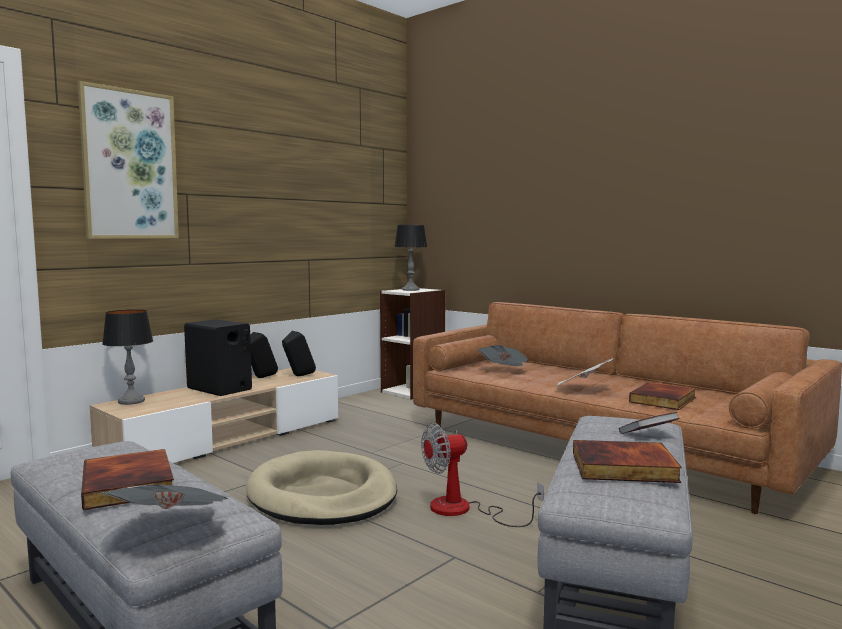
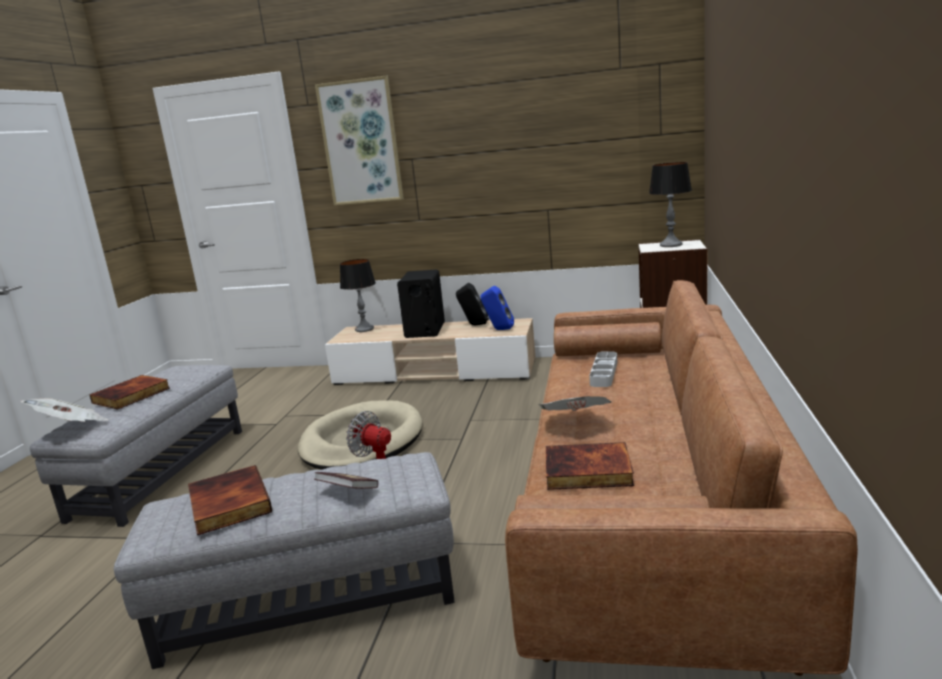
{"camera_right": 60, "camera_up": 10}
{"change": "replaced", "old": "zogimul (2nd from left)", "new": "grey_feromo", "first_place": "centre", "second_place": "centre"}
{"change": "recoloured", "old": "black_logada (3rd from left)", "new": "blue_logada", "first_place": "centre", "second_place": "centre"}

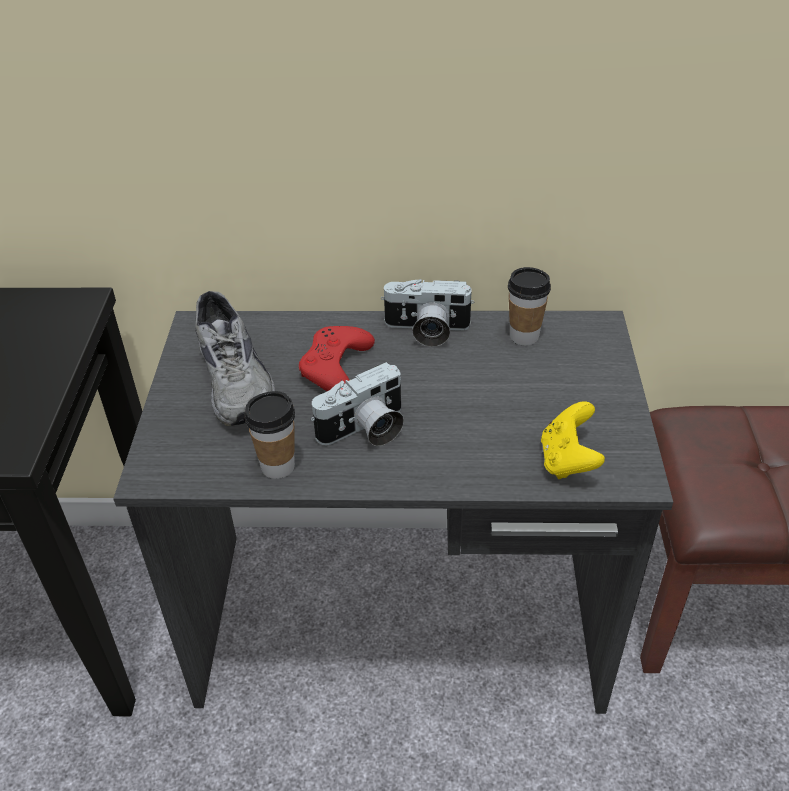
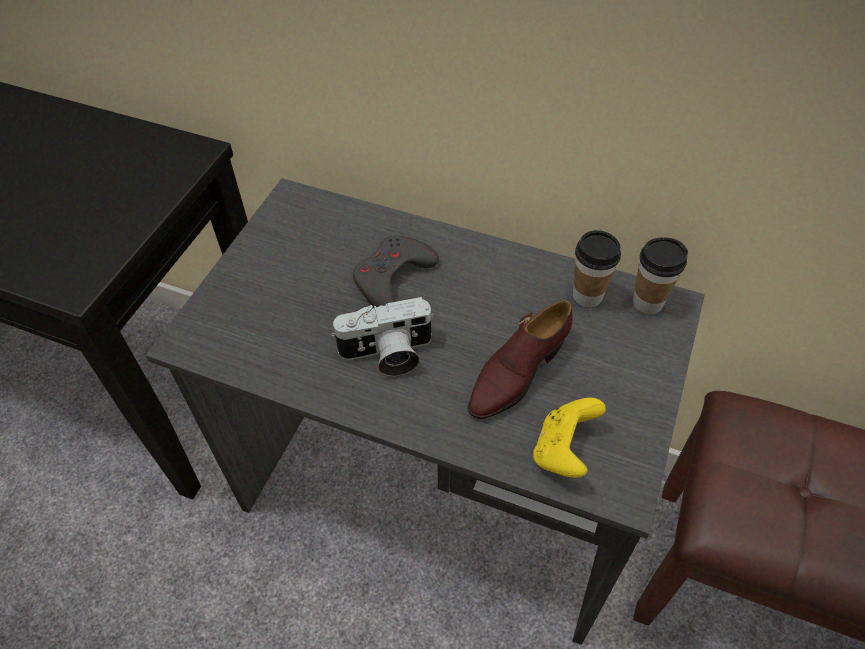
{"camera_right": 20, "camera_up": 10}
{"change": "removed", "old": "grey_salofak", "first_place": "middle left"}
{"change": "removed", "old": "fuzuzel (2nd from left)", "first_place": "centre"}
{"change": "added", "new": "brown_salofak", "second_place": "centre"}
{"change": "moved", "old": "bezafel (1st from left in the first image)", "new": "bezafel (2nd from left)", "first_place": "centre", "second_place": "middle right"}
{"change": "recoloured", "old": "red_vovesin", "new": "grey_vovesin", "first_place": "centre", "second_place": "centre"}

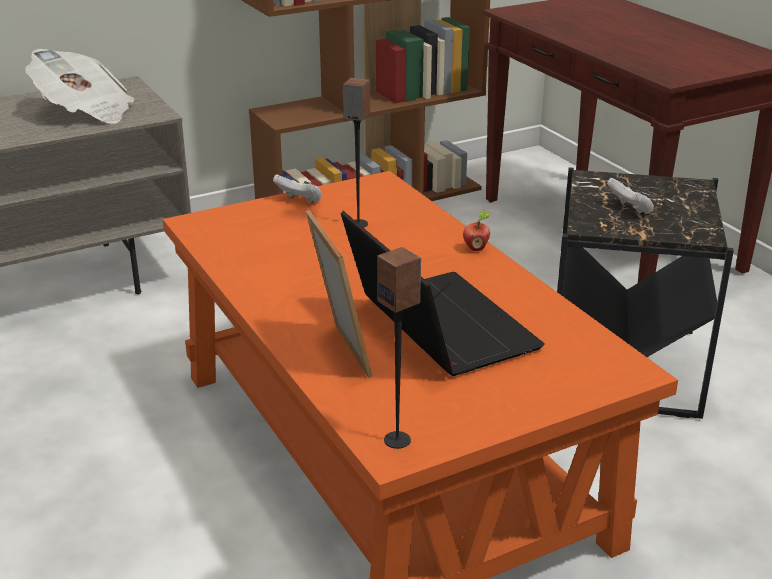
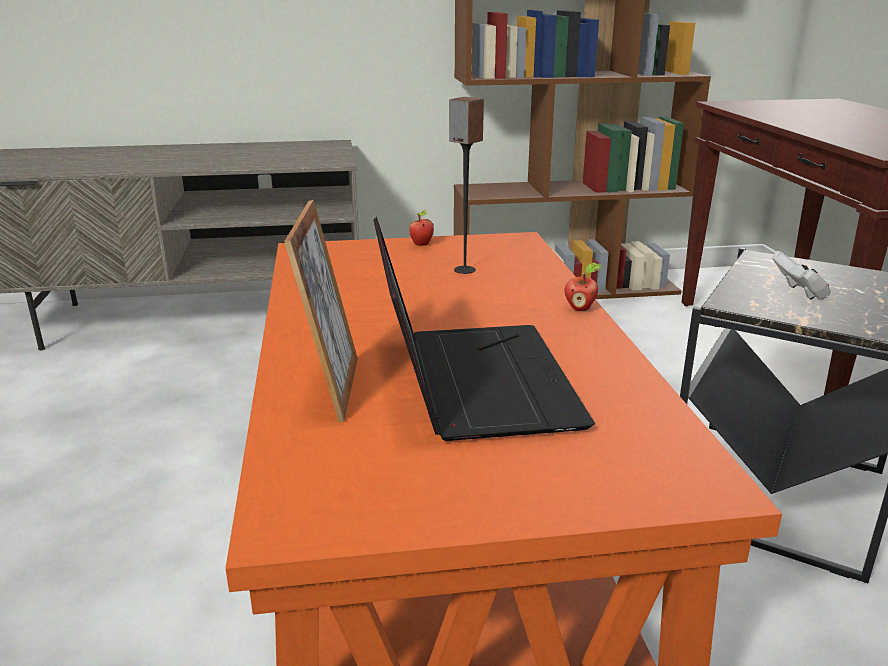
{"camera_right": 20, "camera_up": -5}
{"change": "removed", "old": "zogimul", "first_place": "top left"}
{"change": "removed", "old": "logada (2nd from left)", "first_place": "centre"}
{"change": "replaced", "old": "white_vovesin (1st from left)", "new": "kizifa (1st from left)", "first_place": "top centre", "second_place": "centre"}

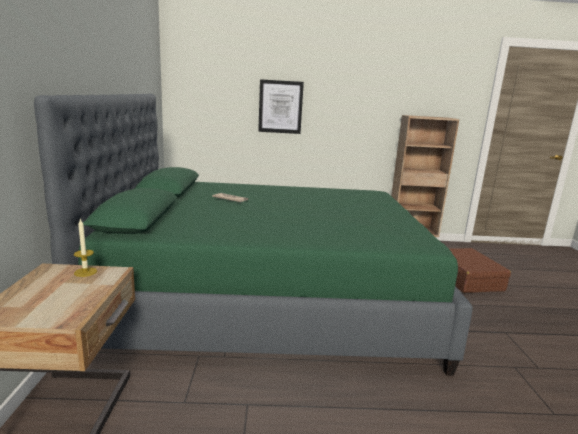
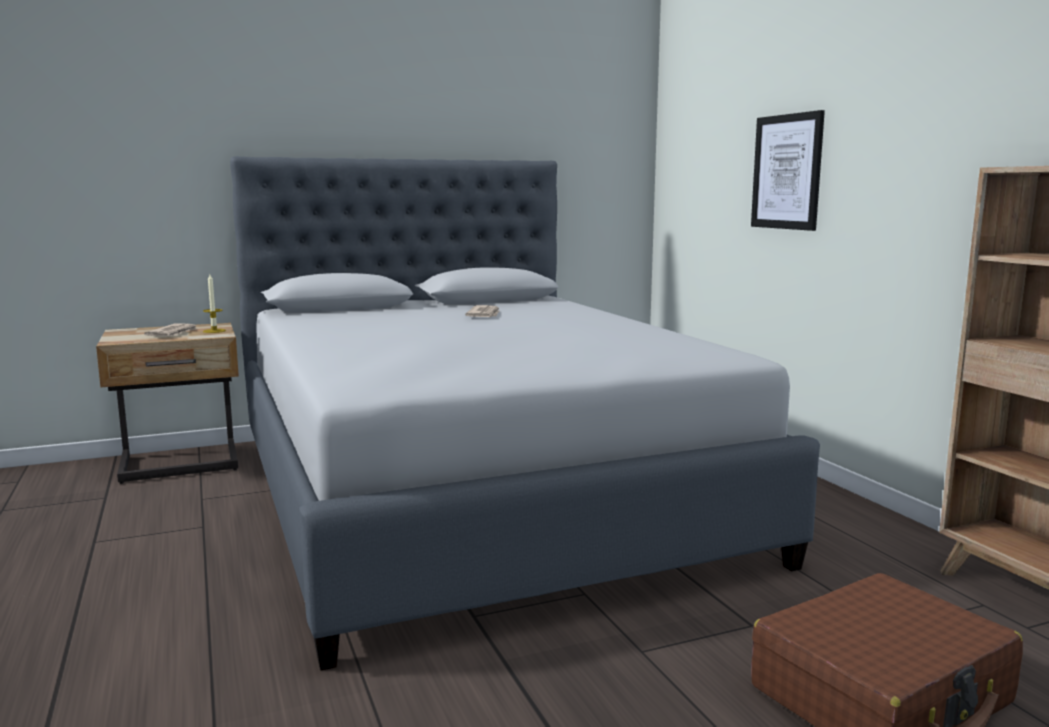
{"camera_right": 70, "camera_up": -5}
{"change": "added", "new": "zogimul (1st from left)", "second_place": "middle left"}
{"change": "recoloured", "old": "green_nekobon", "new": "grey_nekobon", "first_place": "centre", "second_place": "centre"}

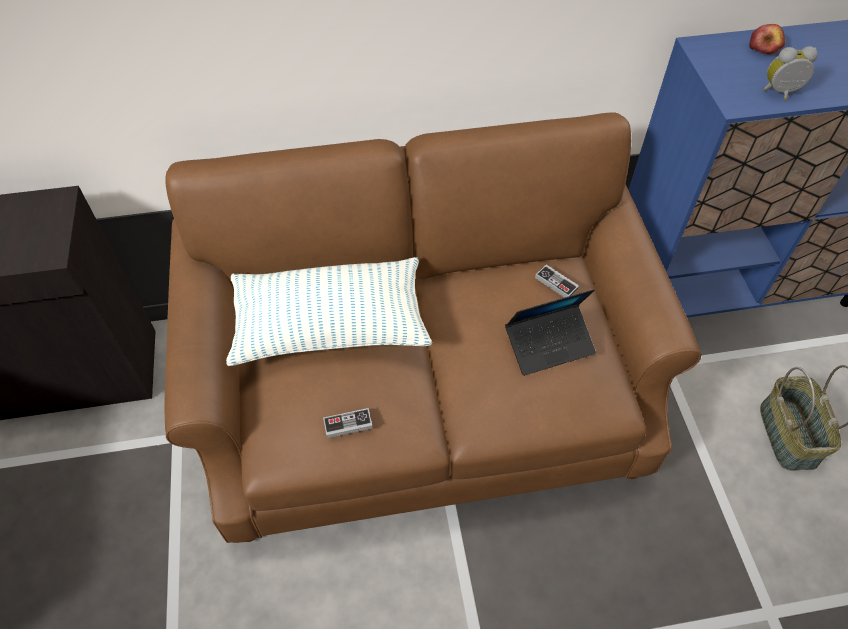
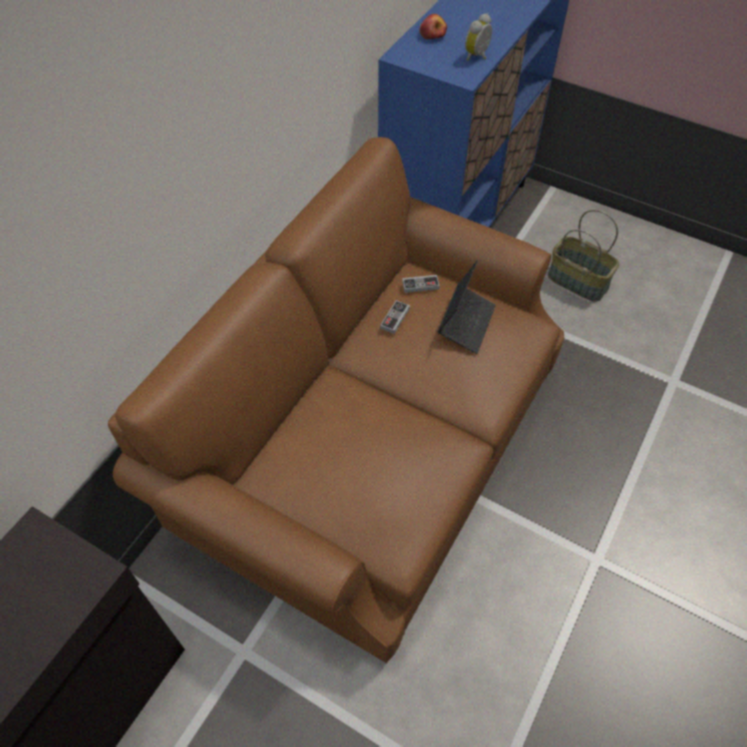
{"camera_right": -50, "camera_up": 0}
{"change": "removed", "old": "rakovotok", "first_place": "centre"}
{"change": "moved", "old": "vovesin (1st from left)", "first_place": "bottom centre", "second_place": "centre"}

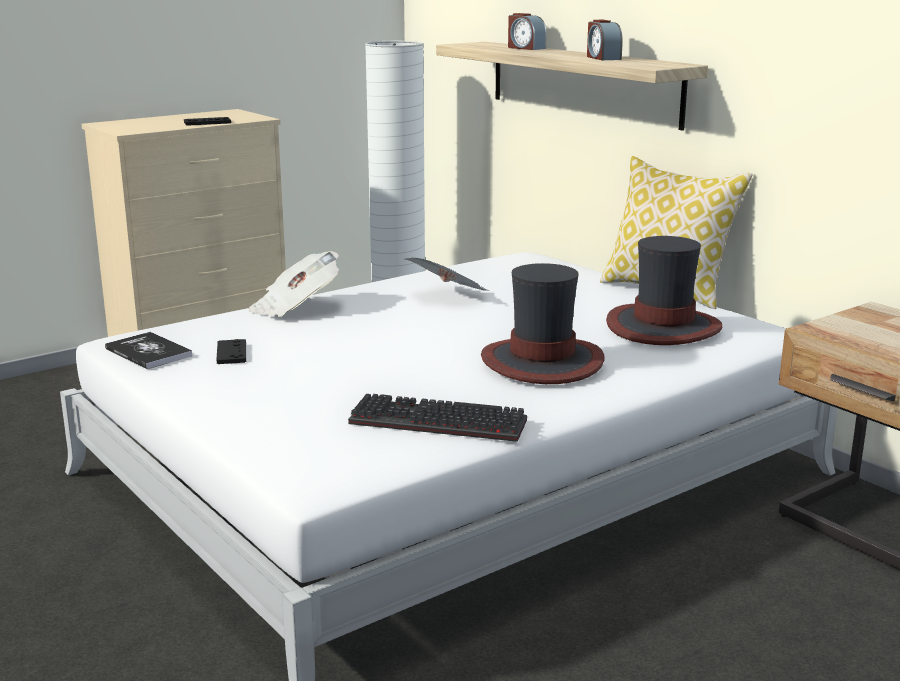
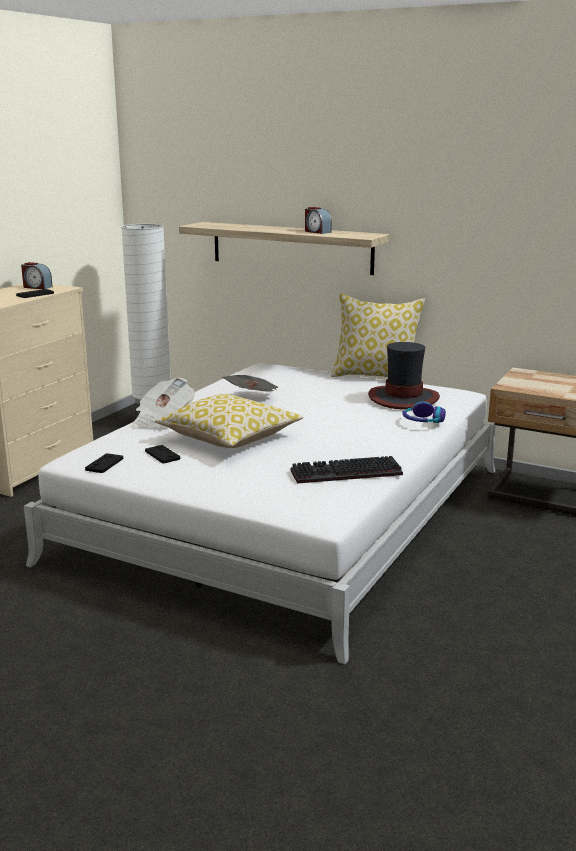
{"camera_right": -25, "camera_up": 0}
{"change": "removed", "old": "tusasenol (1st from left)", "first_place": "centre"}
{"change": "added", "new": "rakovotok (1st from left)", "second_place": "centre"}
{"change": "added", "new": "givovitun", "second_place": "middle right"}
{"change": "moved", "old": "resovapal (1st from left)", "first_place": "top centre", "second_place": "top left"}
{"change": "replaced", "old": "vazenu", "new": "black_vovesin (2nd from left)", "first_place": "middle left", "second_place": "middle left"}

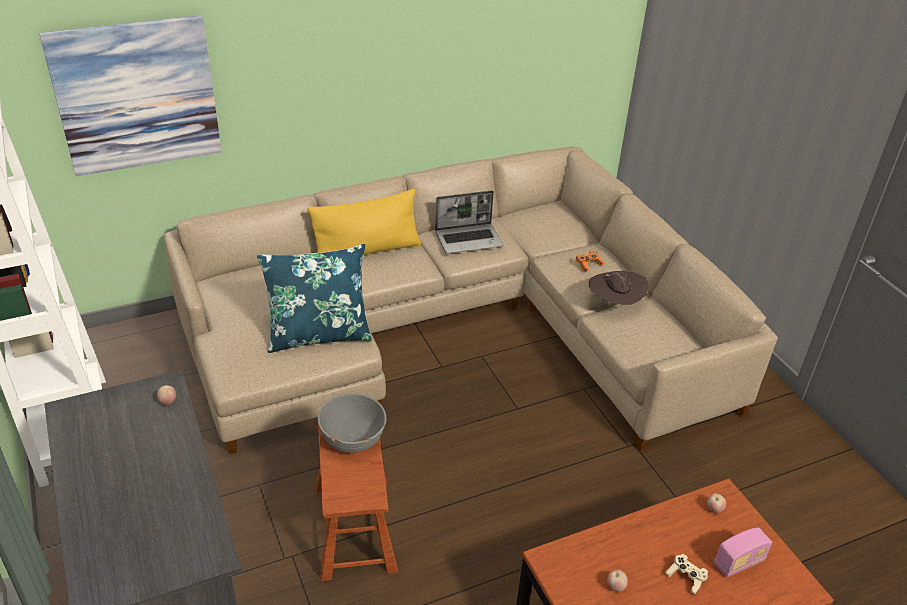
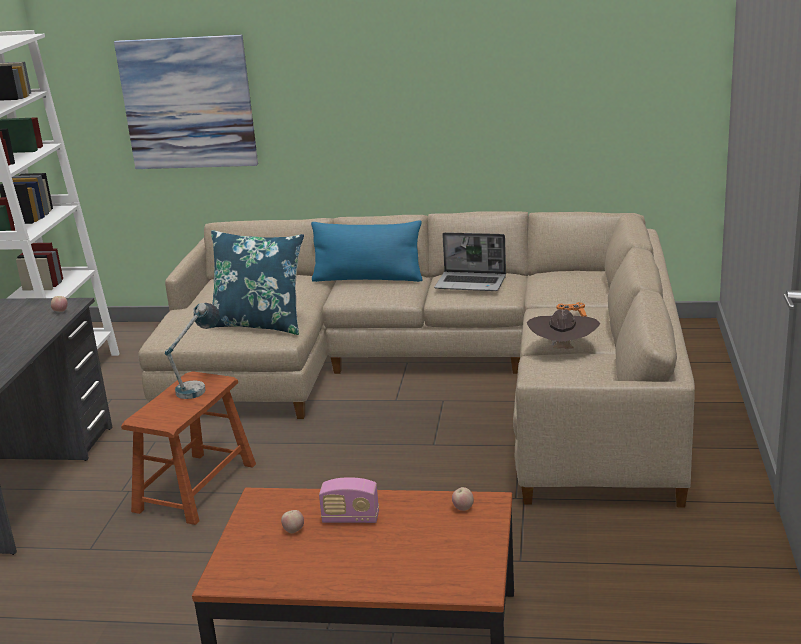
{"camera_right": 35, "camera_up": -15}
{"change": "removed", "old": "beige_vovesin", "first_place": "bottom right"}
{"change": "moved", "old": "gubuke", "first_place": "bottom right", "second_place": "bottom centre"}
{"change": "replaced", "old": "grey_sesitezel", "new": "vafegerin", "first_place": "bottom centre", "second_place": "middle left"}
{"change": "recoloured", "old": "yellow_rakovotok", "new": "blue_rakovotok (2nd from left)", "first_place": "centre", "second_place": "centre"}

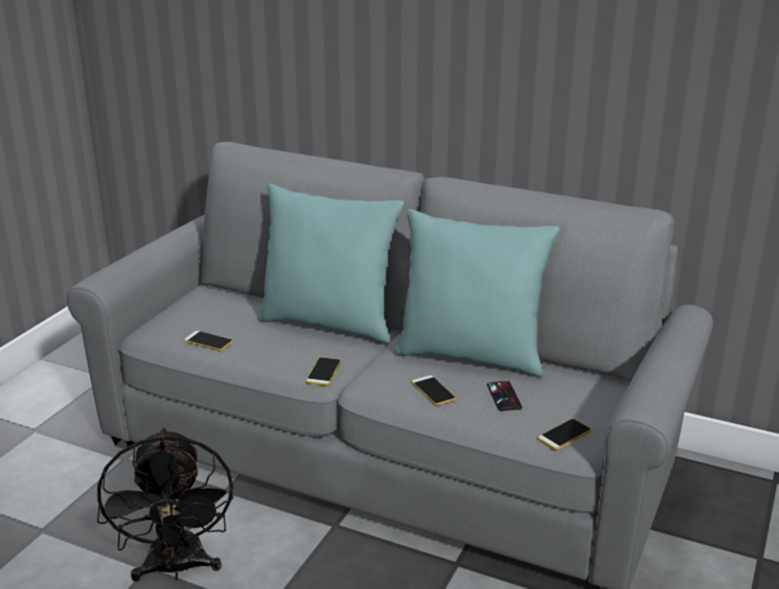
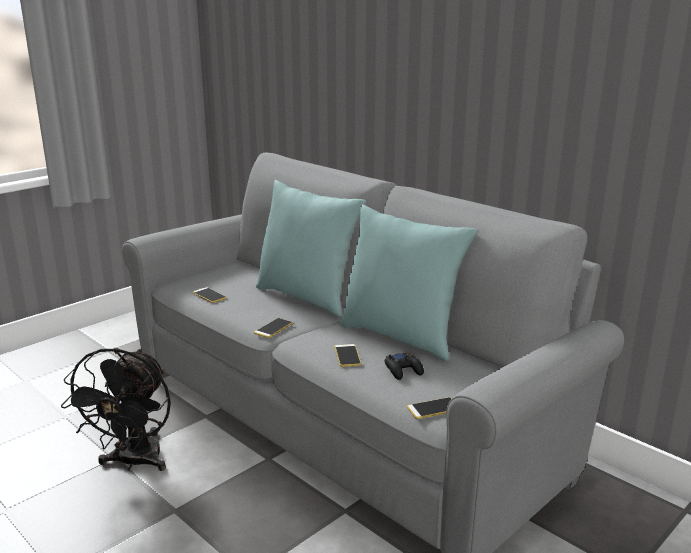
{"camera_right": 20, "camera_up": -5}
{"change": "replaced", "old": "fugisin (4th from left)", "new": "black_vovesin", "first_place": "bottom centre", "second_place": "centre"}

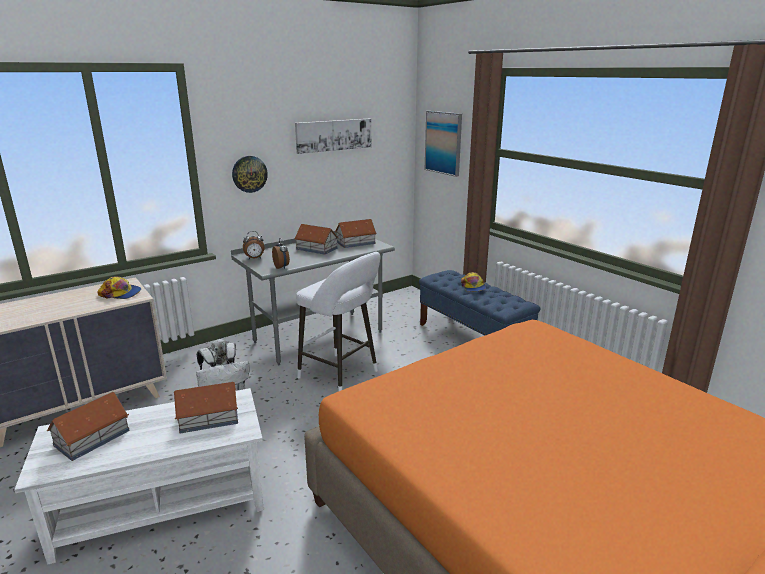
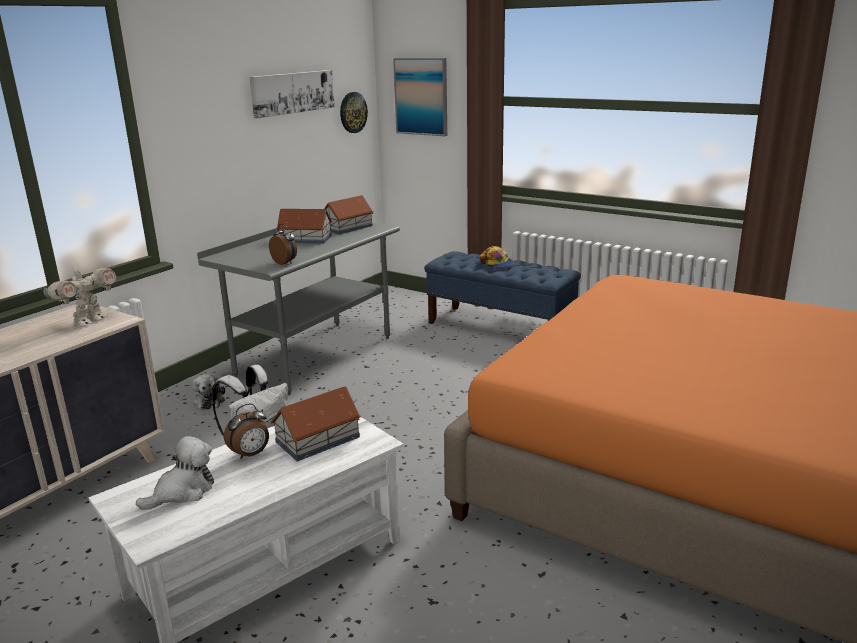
{"camera_right": -20, "camera_up": 0}
{"change": "removed", "old": "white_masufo", "first_place": "centre"}
{"change": "moved", "old": "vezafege", "first_place": "top left", "second_place": "top centre"}
{"change": "moved", "old": "resovapal (1st from left)", "first_place": "middle left", "second_place": "bottom left"}
{"change": "replaced", "old": "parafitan (1st from left)", "new": "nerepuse (1st from left)", "first_place": "bottom left", "second_place": "bottom left"}
{"change": "replaced", "old": "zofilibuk (1st from left)", "new": "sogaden", "first_place": "middle left", "second_place": "middle left"}

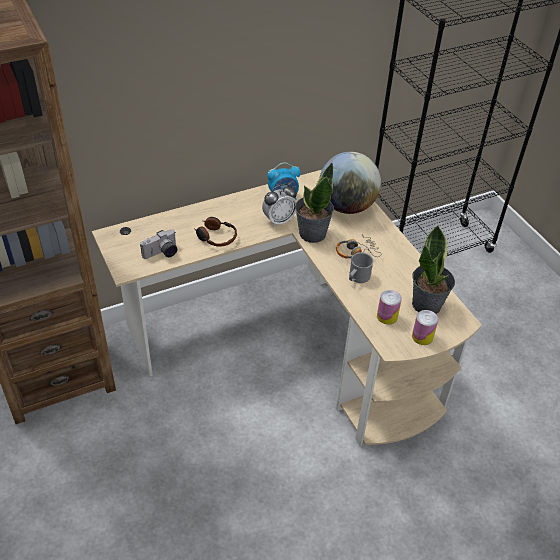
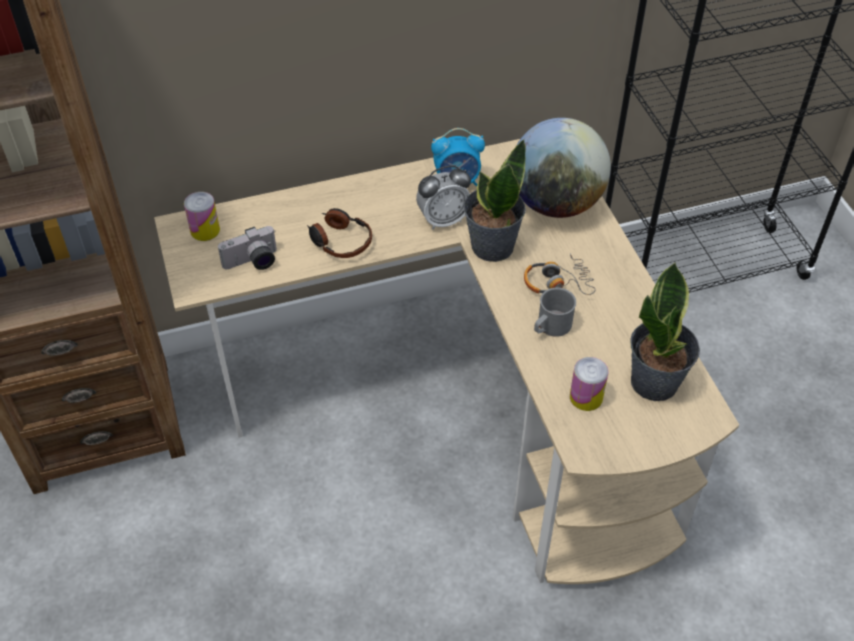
{"camera_right": 10, "camera_up": 5}
{"change": "moved", "old": "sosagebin (2nd from left in the first image)", "new": "sosagebin (1st from left)", "first_place": "middle right", "second_place": "middle left"}

